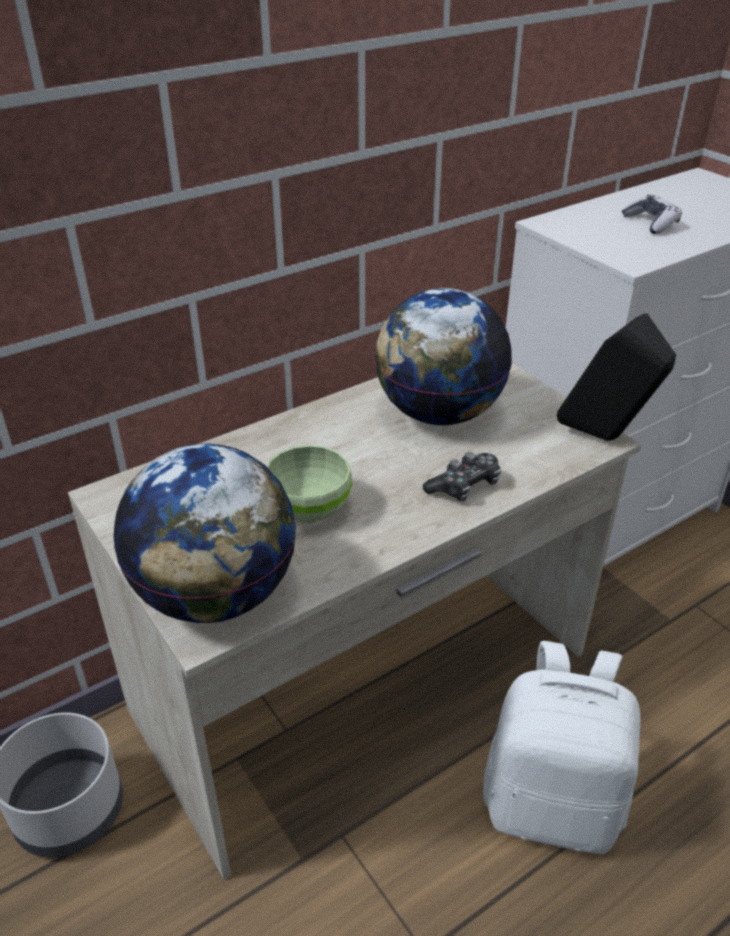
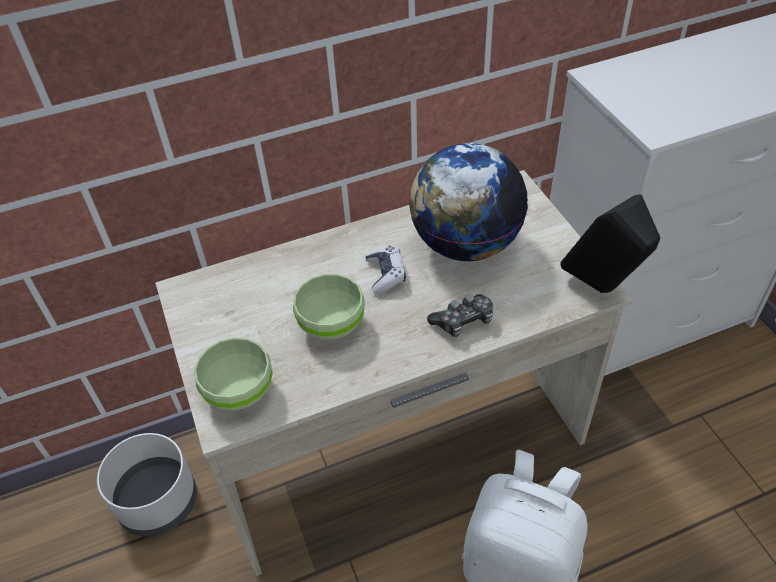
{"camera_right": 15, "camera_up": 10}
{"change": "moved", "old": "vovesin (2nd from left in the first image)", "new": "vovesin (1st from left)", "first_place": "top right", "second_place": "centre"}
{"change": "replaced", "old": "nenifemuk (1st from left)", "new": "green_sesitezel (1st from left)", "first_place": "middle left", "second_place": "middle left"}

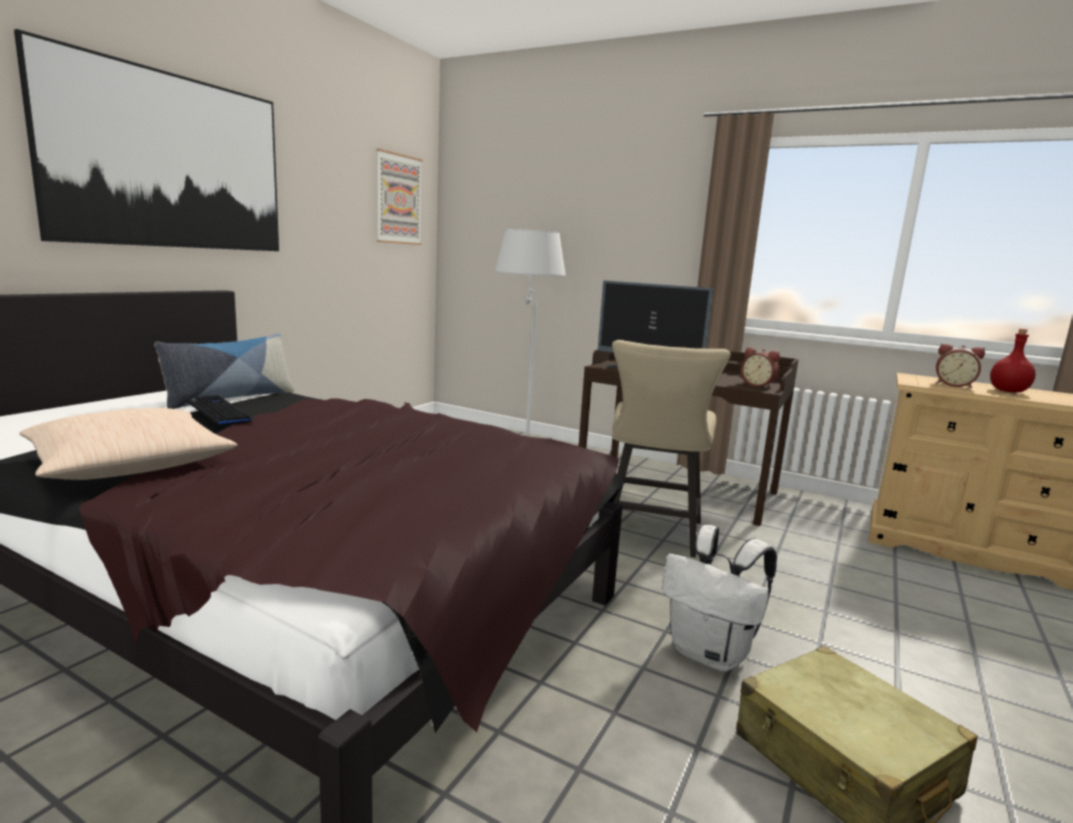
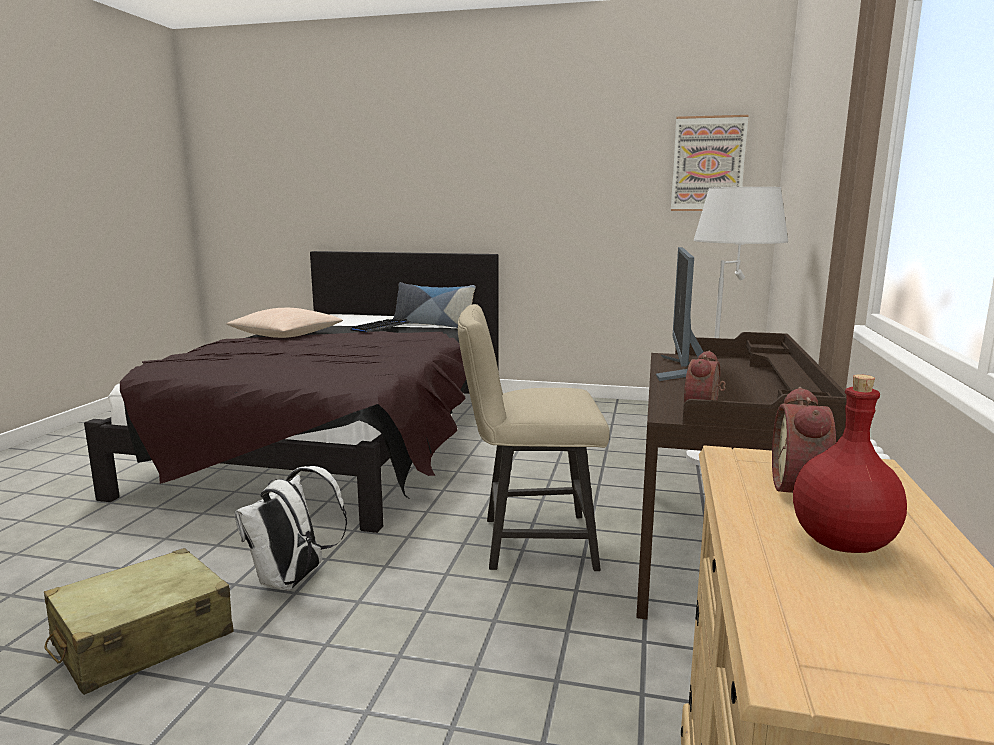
{"camera_right": 75, "camera_up": 0}
{"change": "removed", "old": "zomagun (1st from left)", "first_place": "top left"}

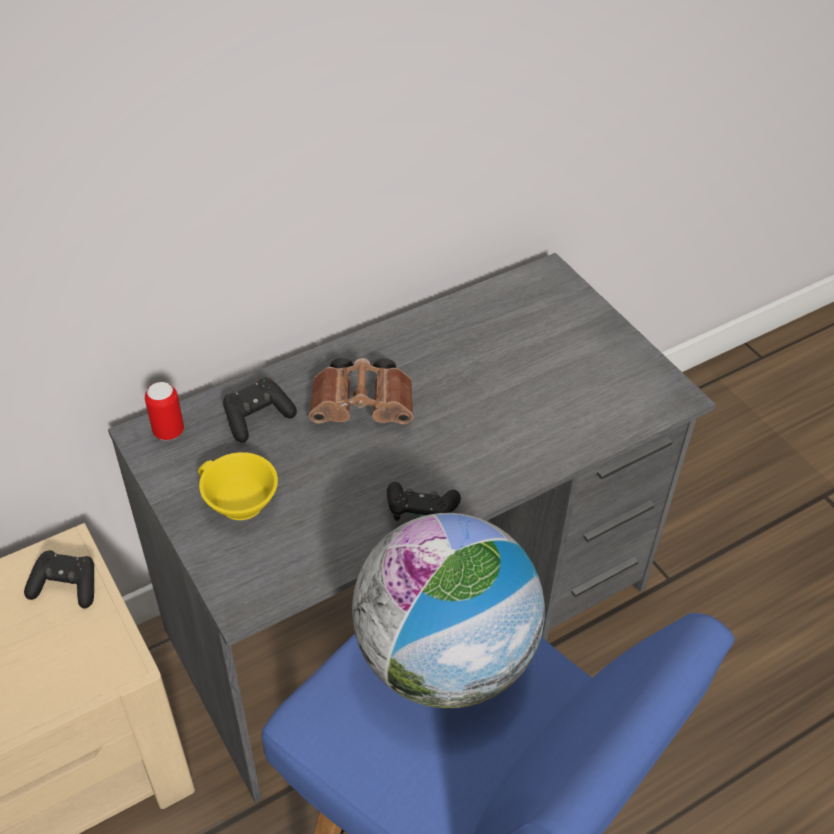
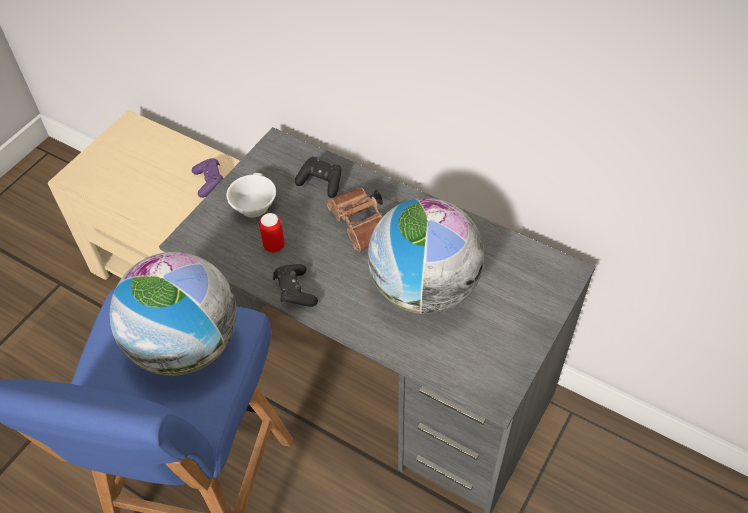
{"camera_right": 65, "camera_up": 5}
{"change": "added", "new": "nenifemuk (2nd from left)", "second_place": "centre"}
{"change": "moved", "old": "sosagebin", "first_place": "middle left", "second_place": "centre"}
{"change": "recoloured", "old": "black_vovesin (1st from left)", "new": "purple_vovesin", "first_place": "bottom left", "second_place": "middle left"}
{"change": "recoloured", "old": "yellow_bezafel", "new": "white_bezafel", "first_place": "middle left", "second_place": "centre"}

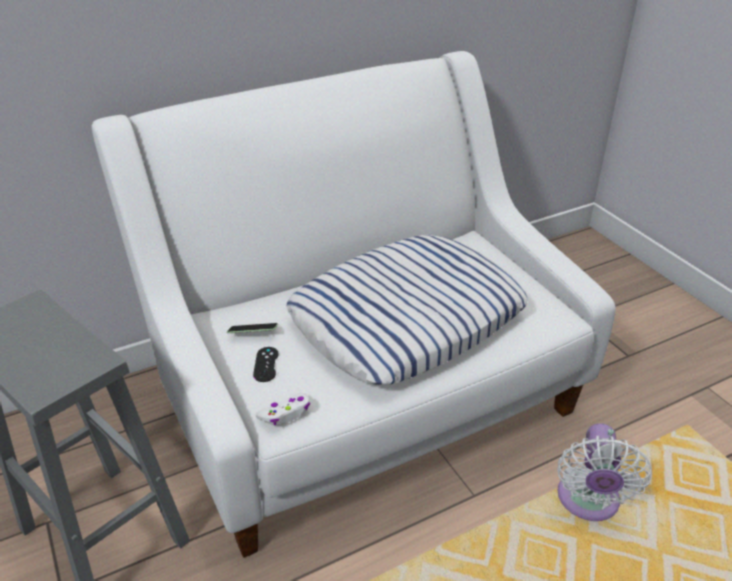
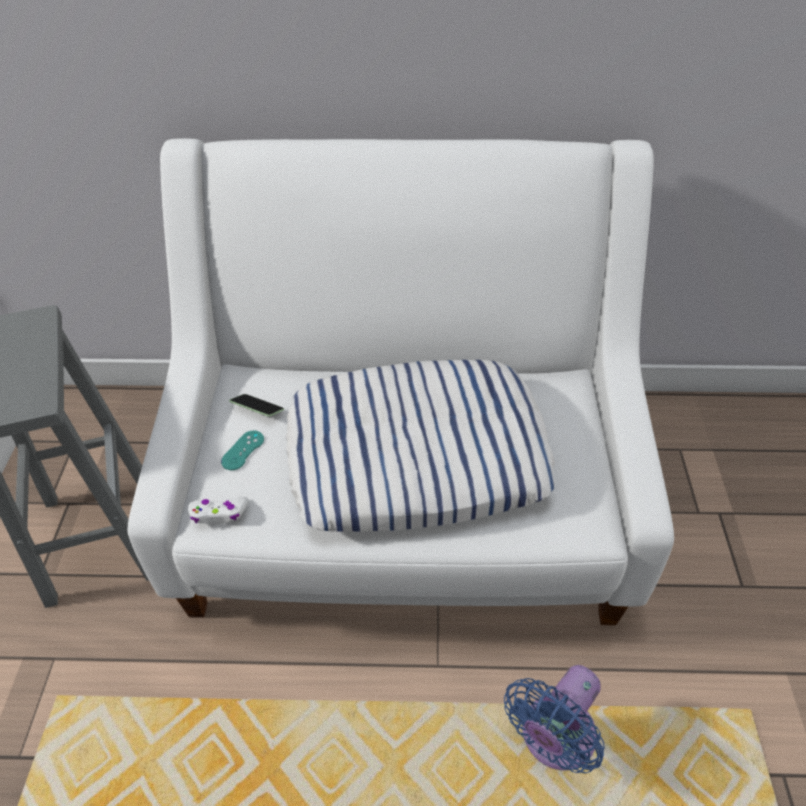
{"camera_right": 30, "camera_up": 10}
{"change": "recoloured", "old": "black_vovesin", "new": "turquoise_vovesin", "first_place": "centre", "second_place": "middle left"}
{"change": "recoloured", "old": "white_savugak", "new": "blue_savugak", "first_place": "bottom right", "second_place": "bottom right"}

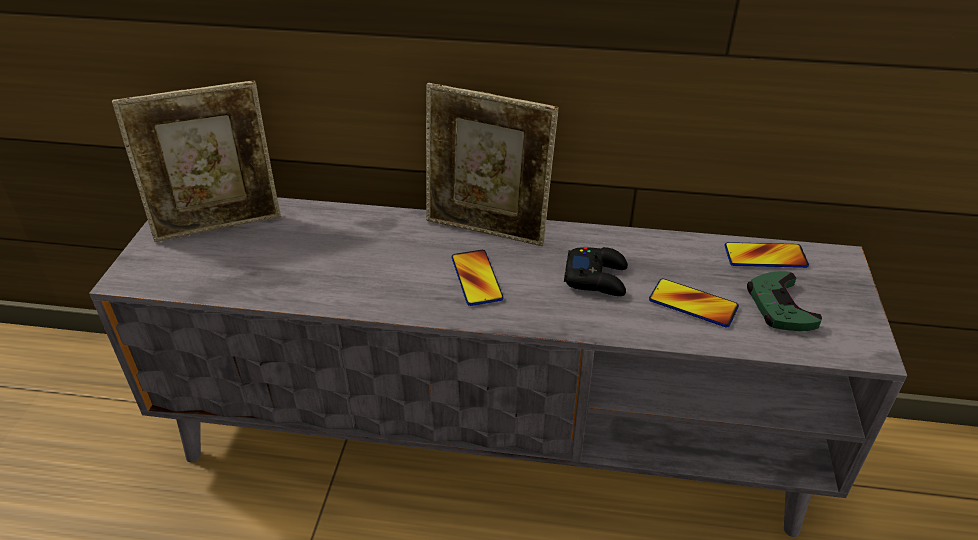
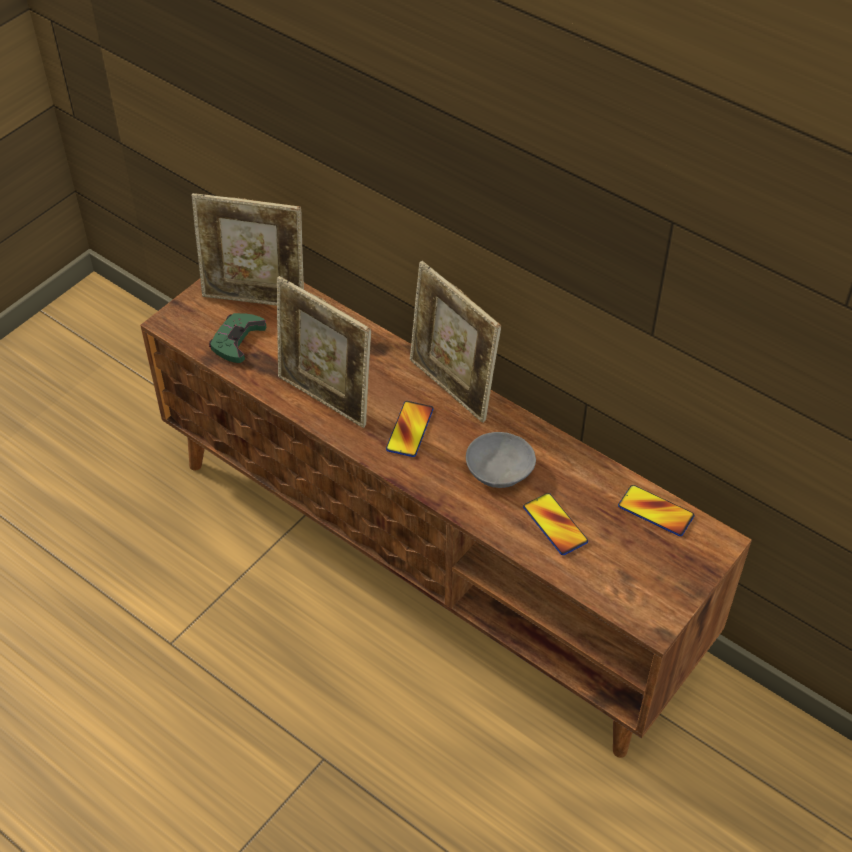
{"camera_right": 30, "camera_up": 10}
{"change": "added", "new": "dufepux (2nd from left)", "second_place": "centre"}
{"change": "moved", "old": "green_vovesin", "first_place": "middle right", "second_place": "middle left"}
{"change": "replaced", "old": "black_vovesin", "new": "grey_sesitezel", "first_place": "centre", "second_place": "centre"}
{"change": "recoloured", "old": "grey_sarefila", "new": "brown_sarefila", "first_place": "bottom centre", "second_place": "centre"}

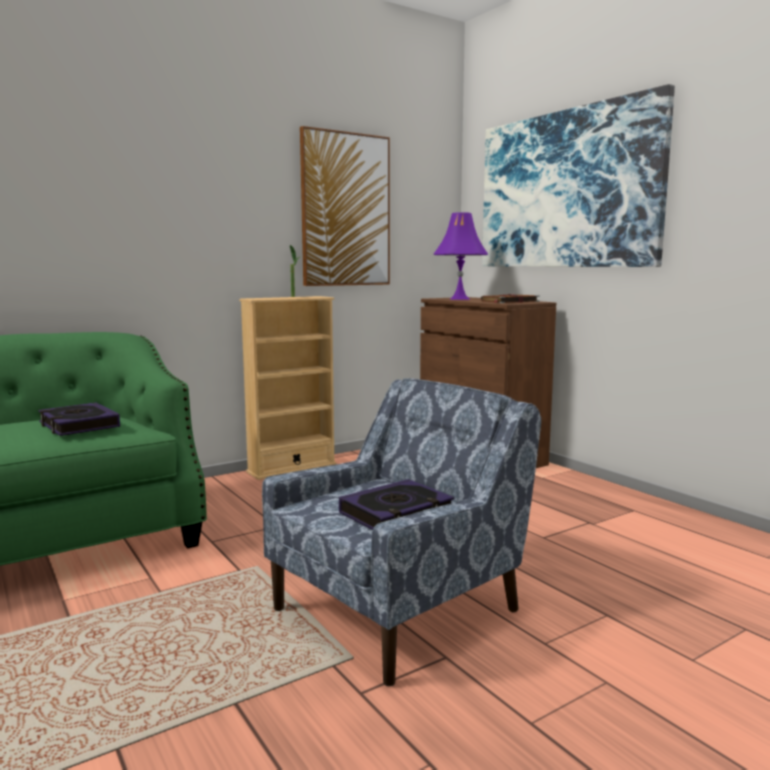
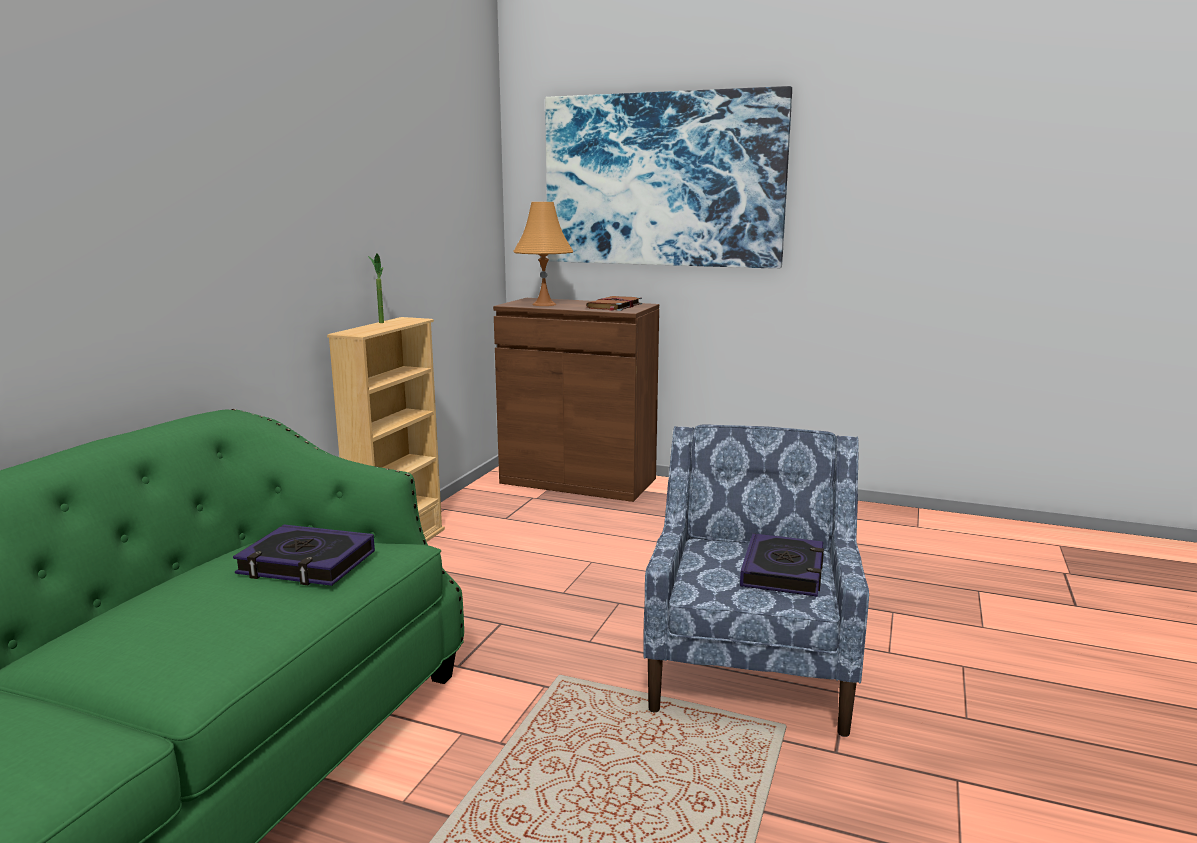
{"camera_right": -35, "camera_up": 5}
{"change": "removed", "old": "zomagun (1st from left)", "first_place": "top centre"}
{"change": "recoloured", "old": "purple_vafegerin", "new": "orange_vafegerin", "first_place": "top centre", "second_place": "top centre"}

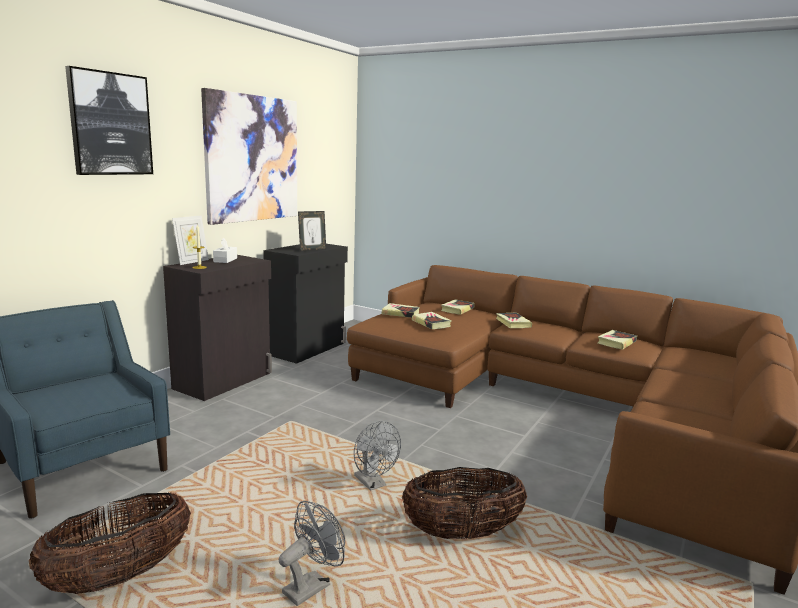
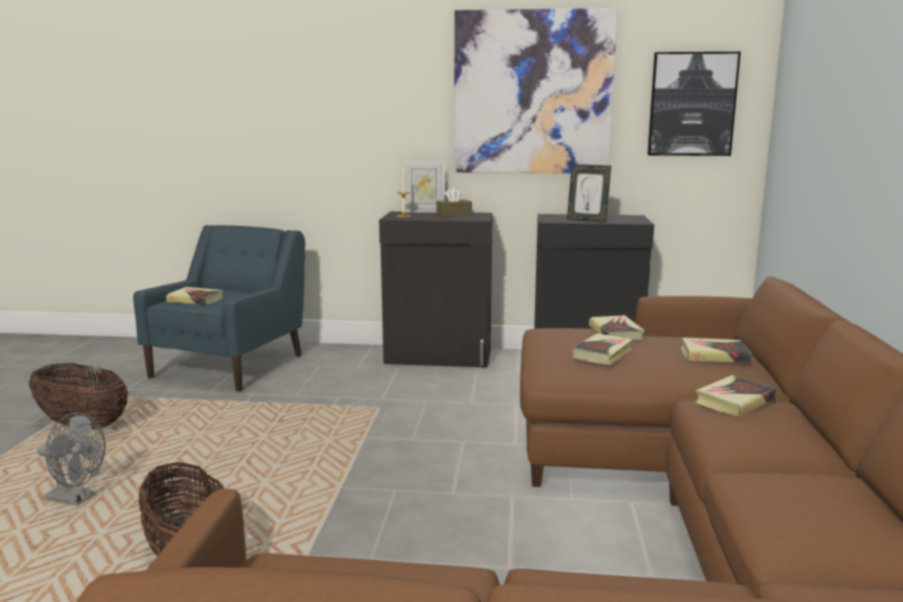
{"camera_right": 65, "camera_up": 0}
{"change": "removed", "old": "grey_savugak (2nd from left)", "first_place": "bottom centre"}
{"change": "moved", "old": "zomagun (1st from left in the first image)", "new": "zomagun (2nd from left)", "first_place": "top left", "second_place": "top right"}
{"change": "moved", "old": "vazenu (5th from left in the first image)", "new": "vazenu (1st from left)", "first_place": "middle right", "second_place": "middle left"}
{"change": "recoloured", "old": "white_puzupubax", "new": "brown_puzupubax", "first_place": "middle left", "second_place": "centre"}

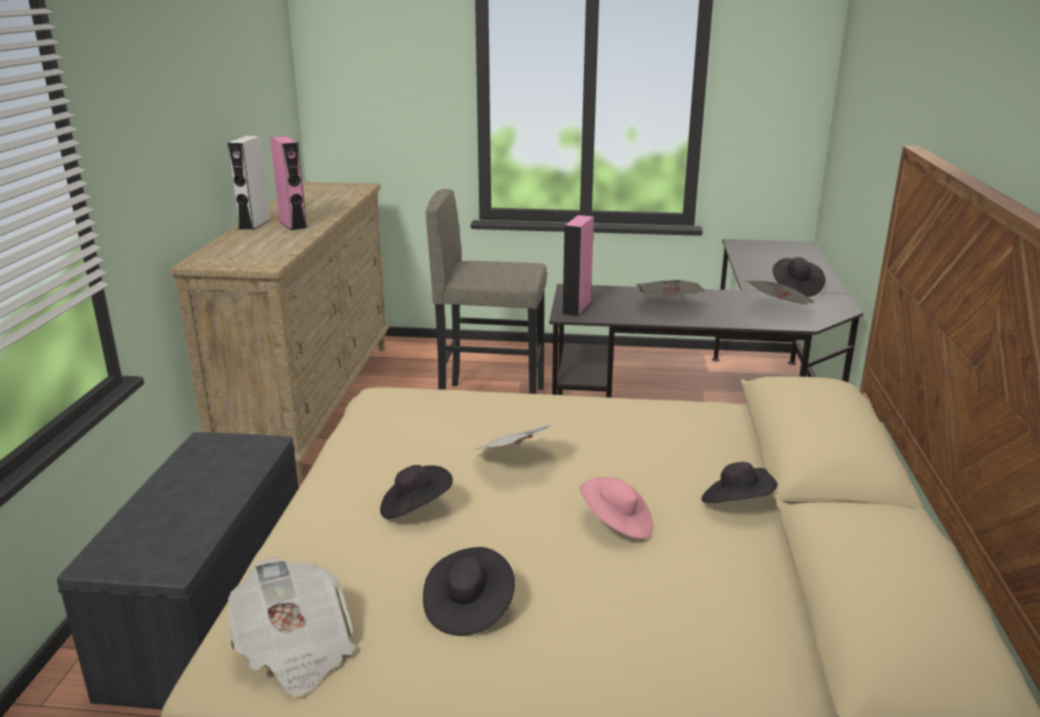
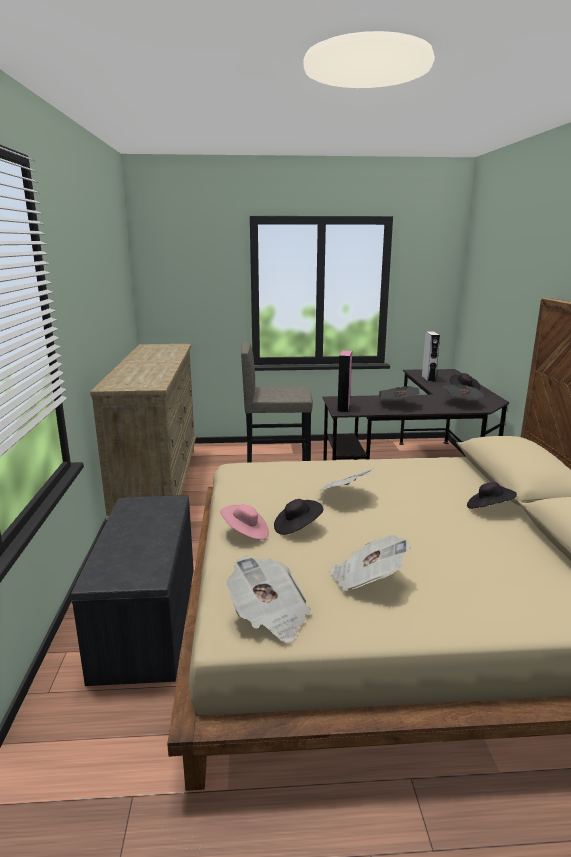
{"camera_right": -10, "camera_up": -5}
{"change": "removed", "old": "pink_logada (1st from left)", "first_place": "top left"}
{"change": "moved", "old": "white_logada", "first_place": "top left", "second_place": "middle right"}
{"change": "moved", "old": "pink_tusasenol", "first_place": "bottom centre", "second_place": "centre"}
{"change": "replaced", "old": "black_tusasenol (2nd from left)", "new": "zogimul (3rd from left)", "first_place": "bottom centre", "second_place": "centre"}

